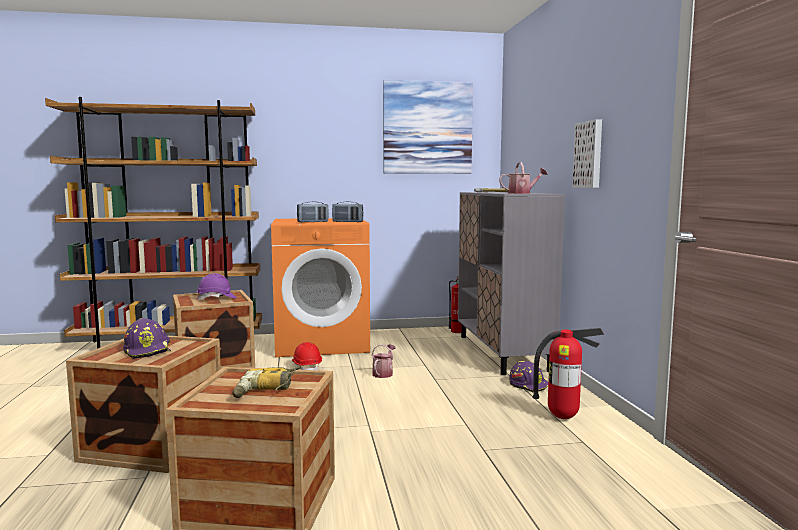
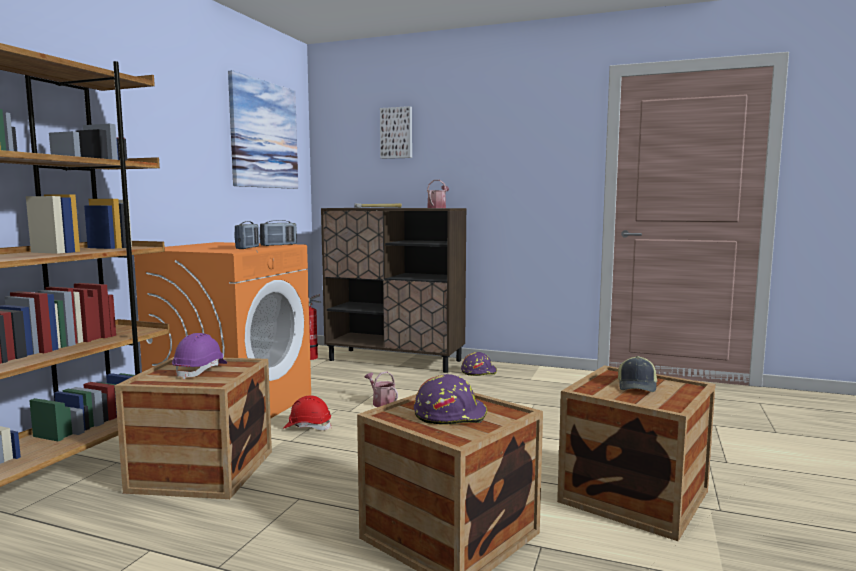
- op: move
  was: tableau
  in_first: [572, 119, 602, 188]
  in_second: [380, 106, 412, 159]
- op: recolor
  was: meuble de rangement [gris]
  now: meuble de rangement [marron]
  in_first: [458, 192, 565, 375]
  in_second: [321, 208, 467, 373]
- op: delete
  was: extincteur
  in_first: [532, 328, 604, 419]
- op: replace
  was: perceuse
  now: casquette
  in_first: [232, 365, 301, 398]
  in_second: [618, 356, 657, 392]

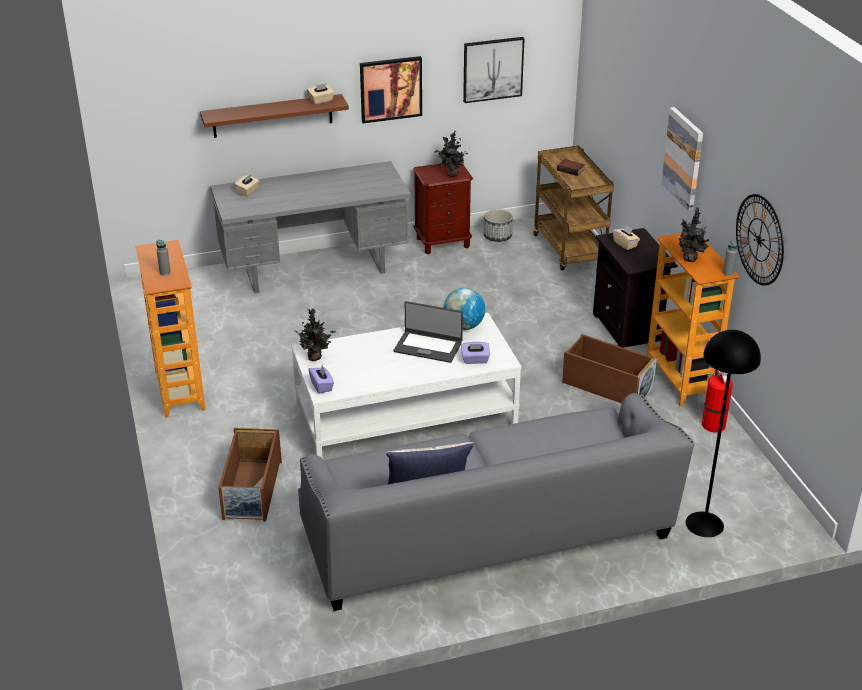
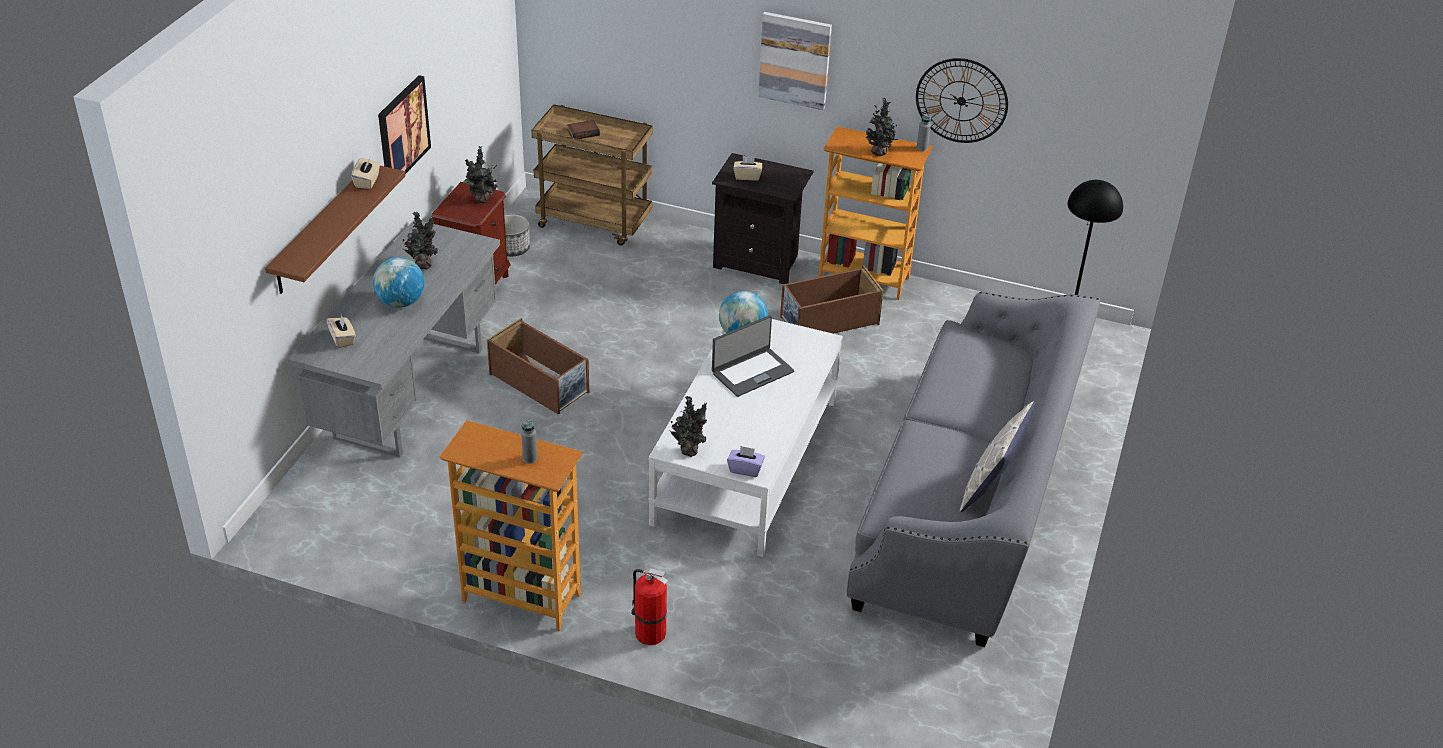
- op: delete
  was: tableau
  in_first: [463, 37, 525, 103]
- op: delete
  was: boîte à mouchoirs [violet]
  in_first: [461, 342, 490, 364]
- op: move
  was: extincteur
  in_first: [702, 369, 733, 432]
  in_second: [631, 569, 668, 645]
- op: move
  was: boîte de rangement [marron]
  in_first: [218, 427, 282, 522]
  in_second: [487, 318, 589, 414]
- op: insert
  now: plante en pot
  in_second: [403, 212, 438, 270]
- op: insert
  now: globe
  in_second: [373, 257, 424, 308]

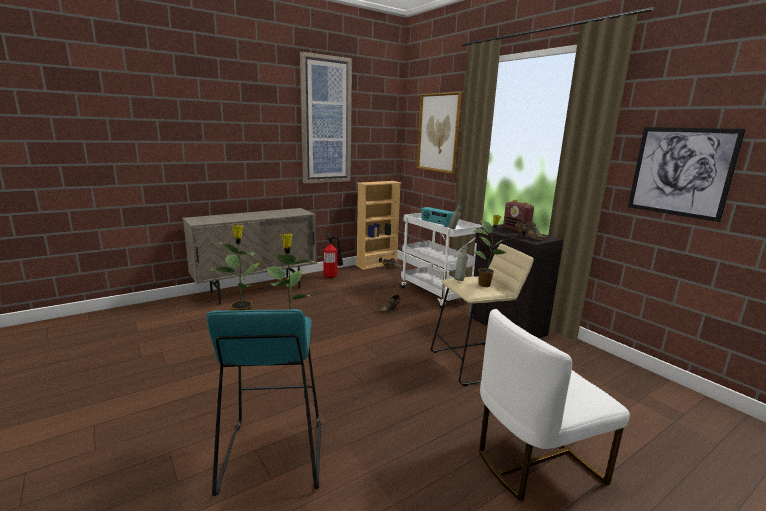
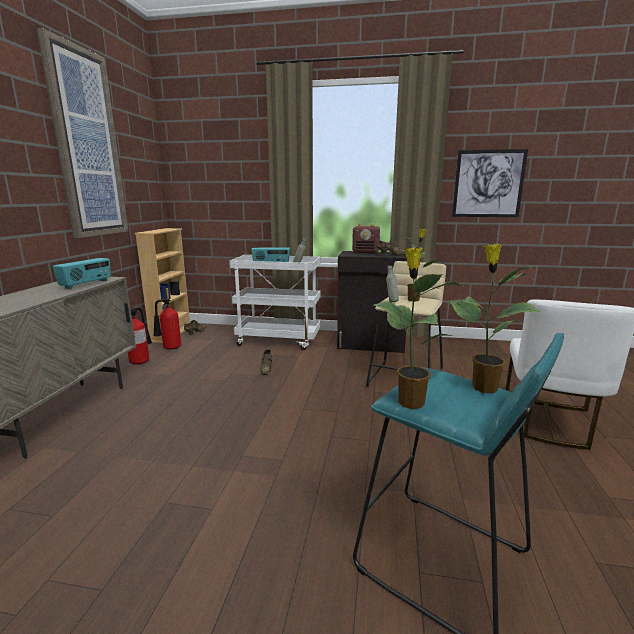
- op: delete
  was: tableau
  in_first: [417, 92, 462, 174]
- op: insert
  now: radio
  in_second: [53, 258, 111, 289]
- op: insert
  now: extincteur
  in_second: [153, 299, 181, 350]

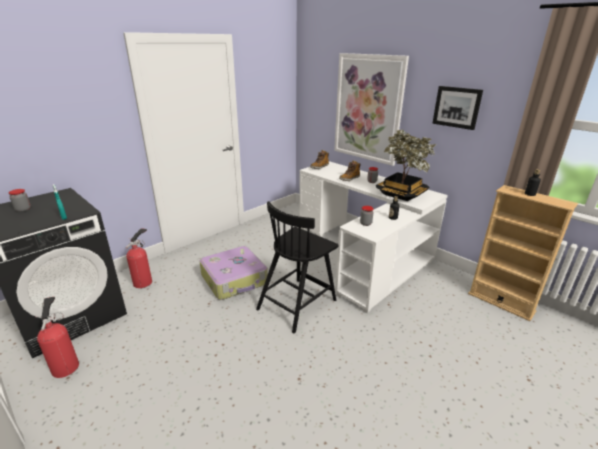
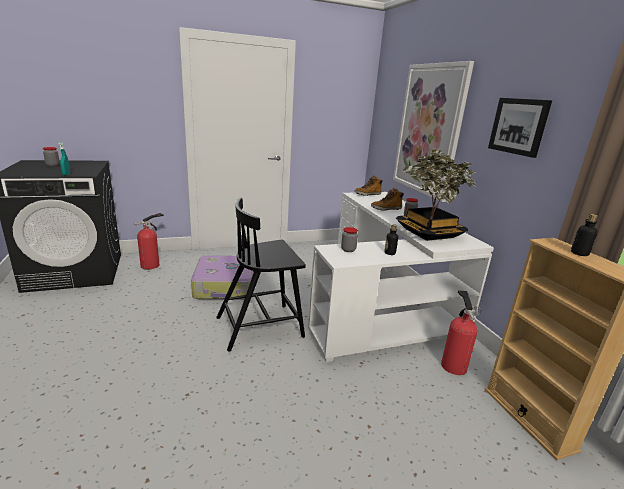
- op: move
  was: extincteur
  in_first: [36, 297, 79, 378]
  in_second: [441, 290, 482, 375]

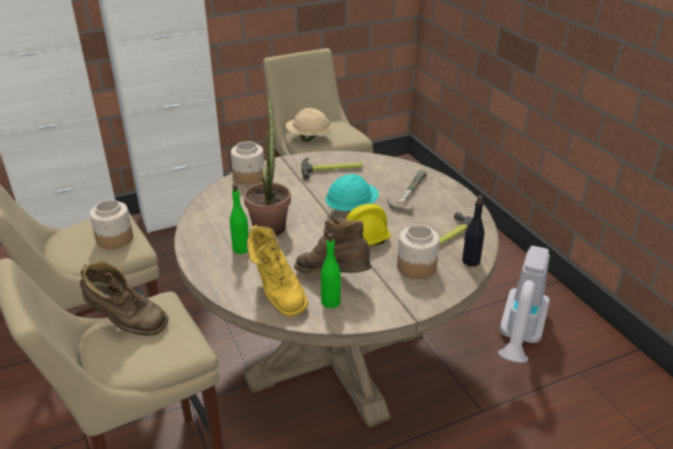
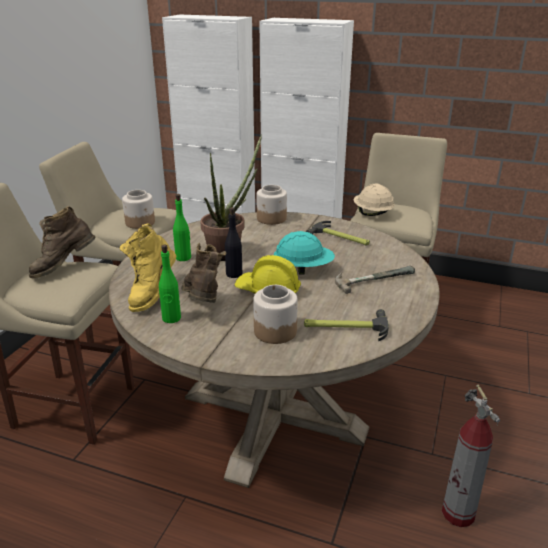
- op: move
  was: bouteille [noir]
  in_first: [462, 195, 484, 266]
  in_second: [225, 207, 242, 278]
- op: replace
  was: aspirateur
  now: extincteur
  in_first: [498, 246, 550, 363]
  in_second: [442, 385, 500, 527]
- op: rotate
  was: botte [marron]
  in_first: [80, 261, 169, 336]
  in_second: [29, 206, 95, 279]
  clockwise: 75

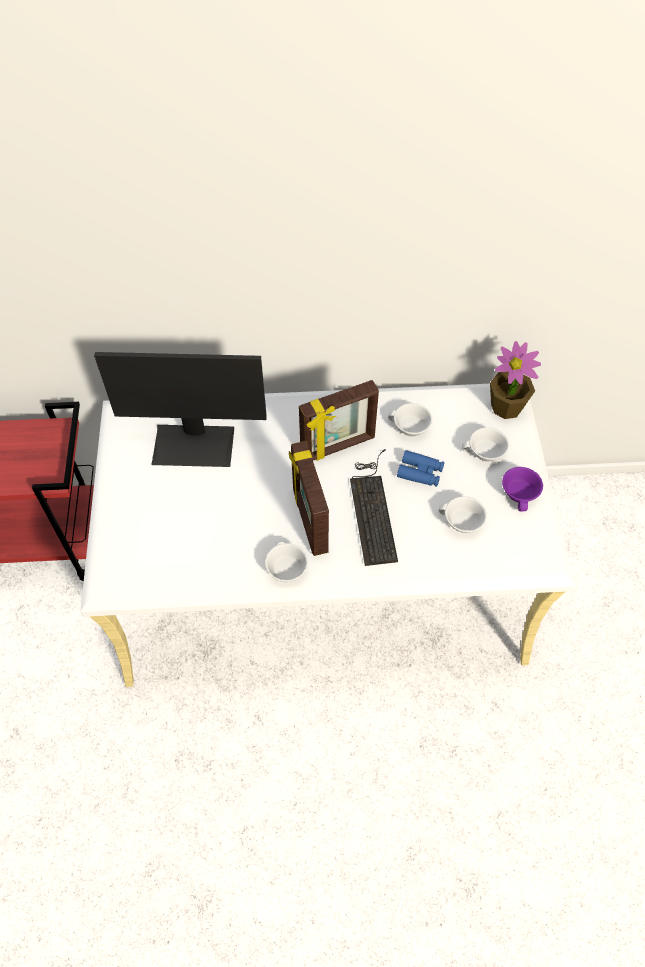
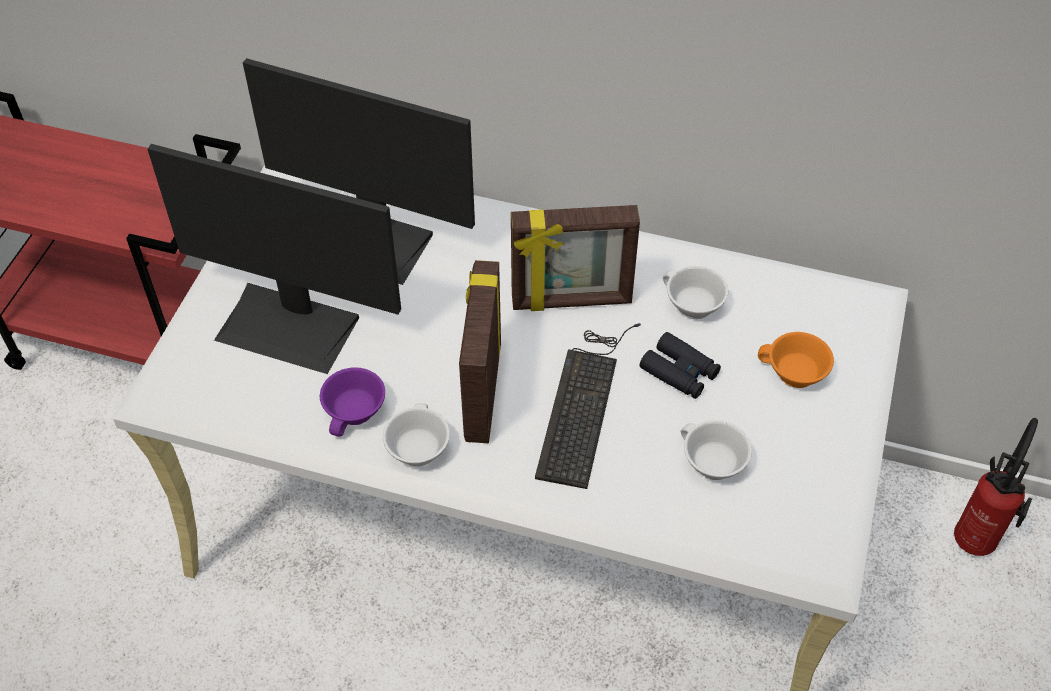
- op: delete
  was: plante en pot
  in_first: [490, 341, 541, 419]
- op: recolor
  was: tasse [blanc]
  now: tasse [orange]
  in_first: [462, 427, 509, 462]
  in_second: [758, 332, 834, 388]
- op: recolor
  was: jumelles [bleu]
  now: jumelles [noir]
  in_first: [397, 450, 444, 487]
  in_second: [640, 332, 721, 399]
- op: move
  was: tasse [violet]
  in_first: [502, 467, 543, 511]
  in_second: [320, 367, 385, 436]
- op: insert
  now: écran d'ordinateur
  in_second: [148, 144, 401, 374]
- op: insert
  now: extincteur
  in_second: [954, 418, 1038, 556]

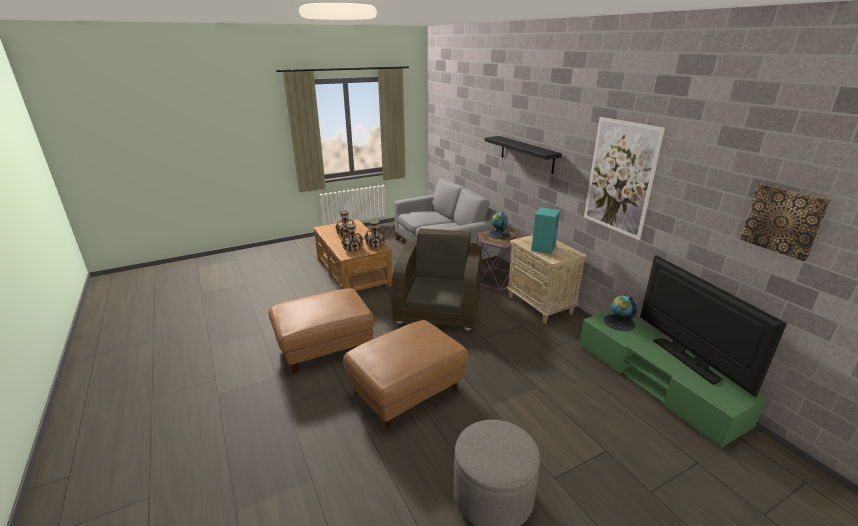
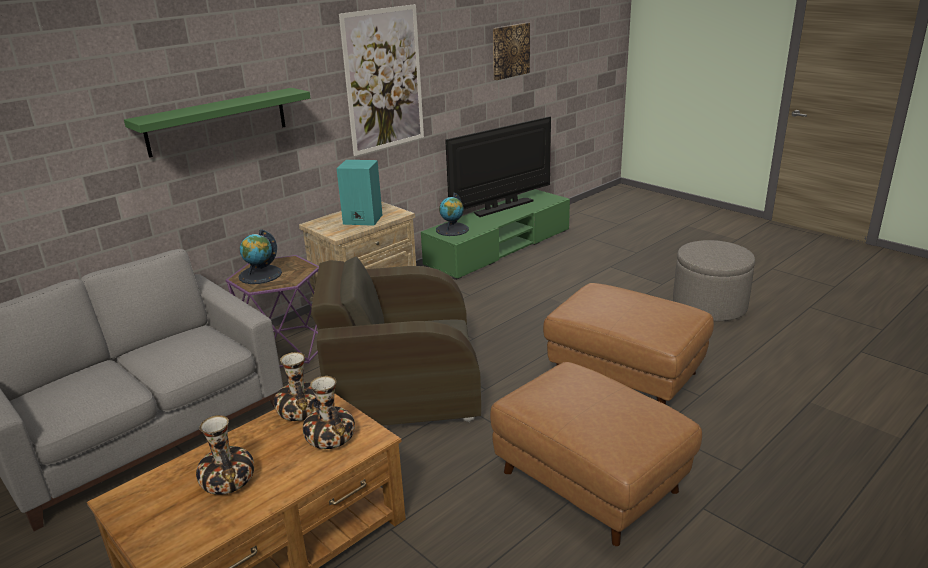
- op: recolor
  was: étagère [noir]
  now: étagère [vert]
  in_first: [484, 136, 562, 174]
  in_second: [124, 88, 310, 158]

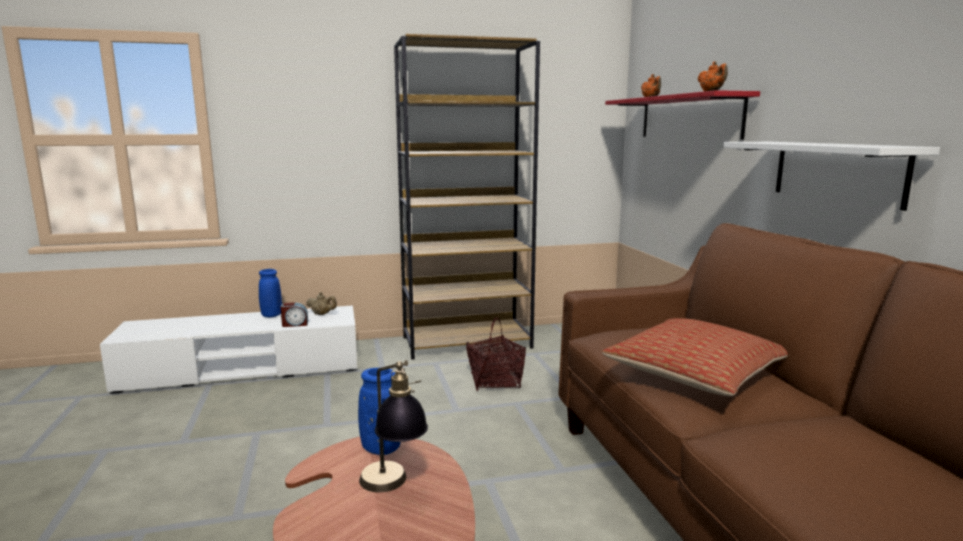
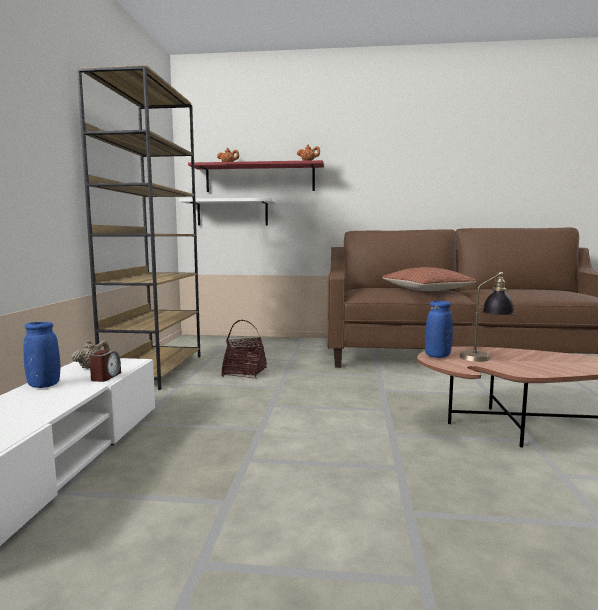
- op: move
  was: étagère [blanc]
  in_first: [723, 142, 940, 211]
  in_second: [179, 198, 277, 226]

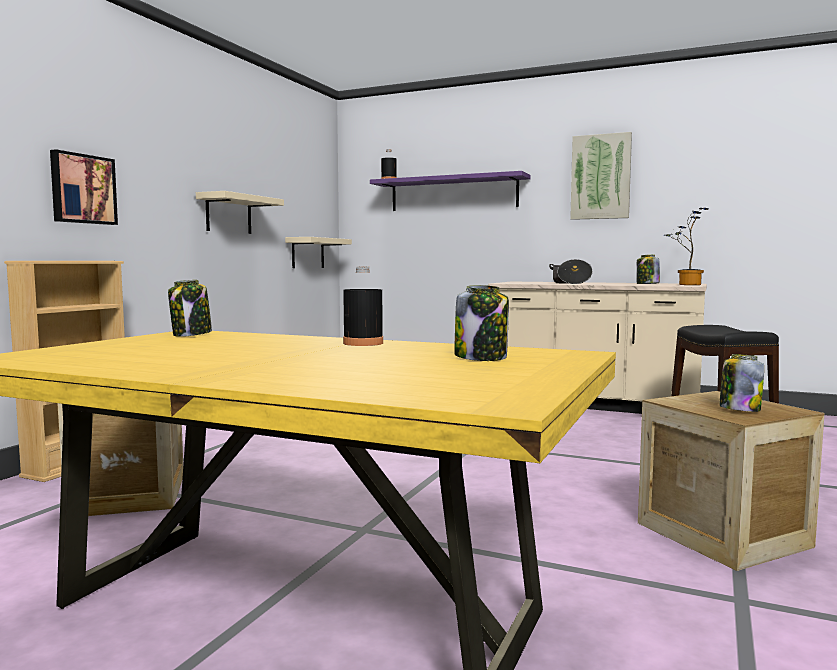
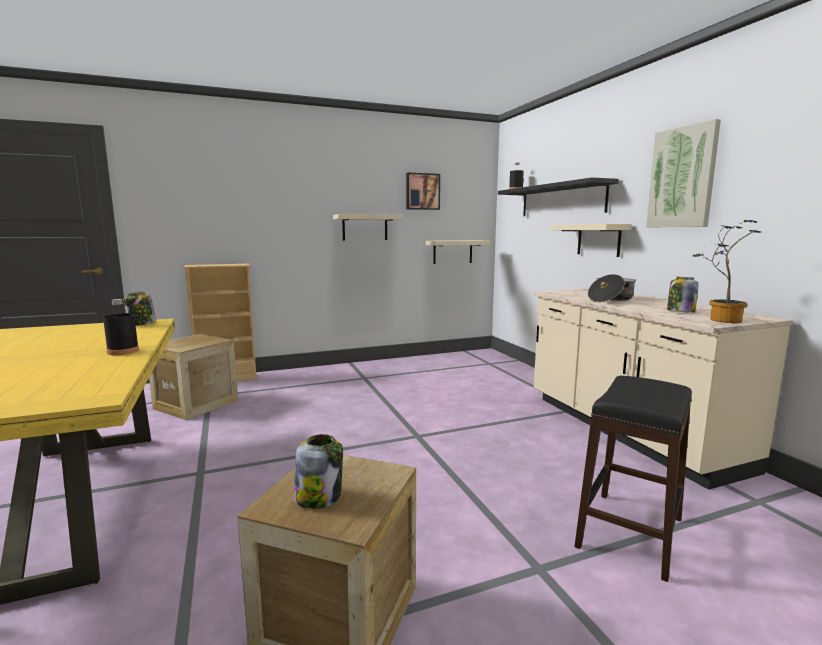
- op: move
  was: tableau
  in_first: [50, 149, 118, 225]
  in_second: [406, 173, 440, 210]
- op: recolor
  was: étagère [violet]
  now: étagère [noir]
  in_first: [370, 171, 531, 211]
  in_second: [498, 177, 619, 216]
- op: delete
  was: bocal
  in_first: [454, 285, 509, 361]
- op: insert
  now: étagère [beige]
  in_second: [550, 224, 632, 257]

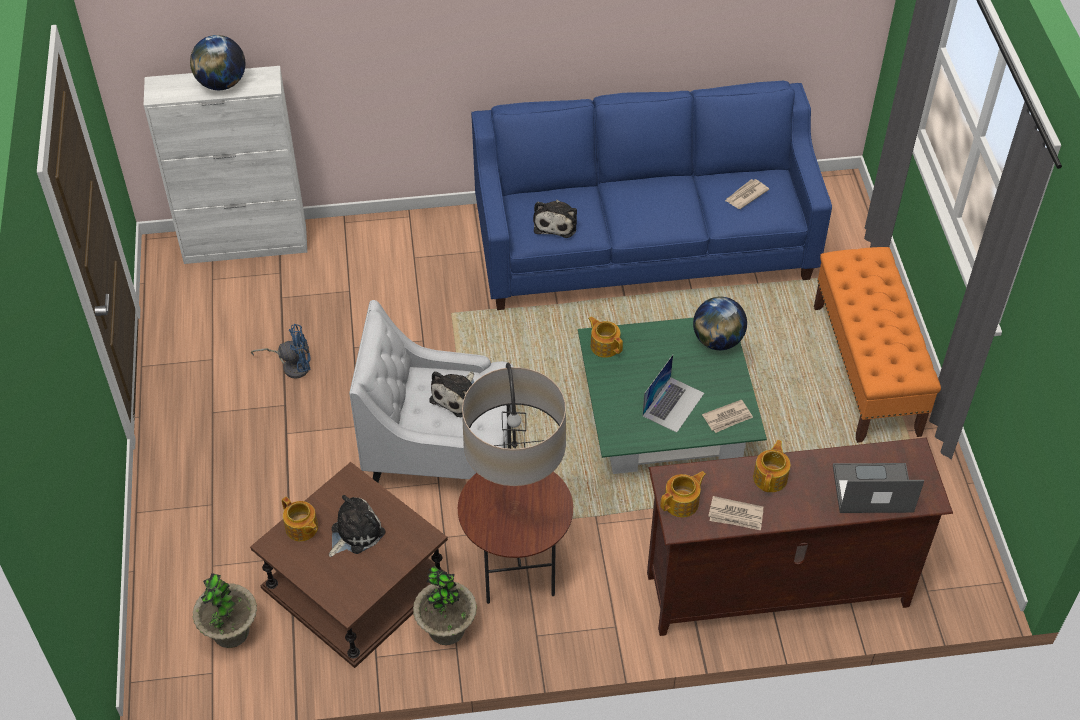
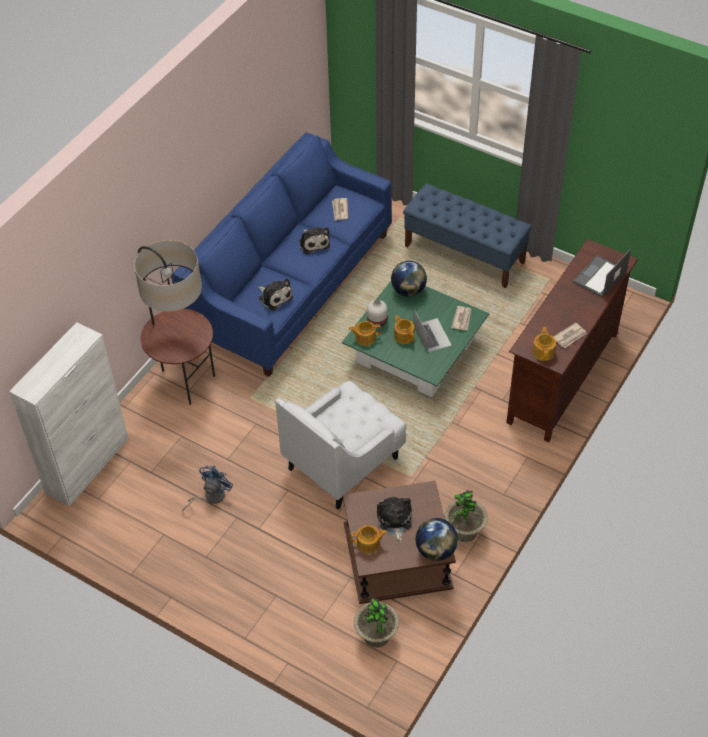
- op: move
  was: globe
  in_first: [190, 35, 245, 90]
  in_second: [416, 518, 458, 561]
- op: recolor
  was: banc [orange]
  now: banc [bleu]
  in_first: [814, 247, 941, 443]
  in_second: [403, 183, 532, 288]
- op: move
  was: lampadaire
  in_first: [458, 363, 573, 604]
  in_second: [134, 240, 215, 405]
- op: move
  was: peluche
  in_first: [429, 371, 474, 417]
  in_second: [299, 227, 330, 254]
- op: move
  was: théière
  in_first: [753, 440, 791, 492]
  in_second: [394, 315, 414, 344]
- op: insert
  now: vase [blanc]
  in_second: [367, 300, 388, 328]

